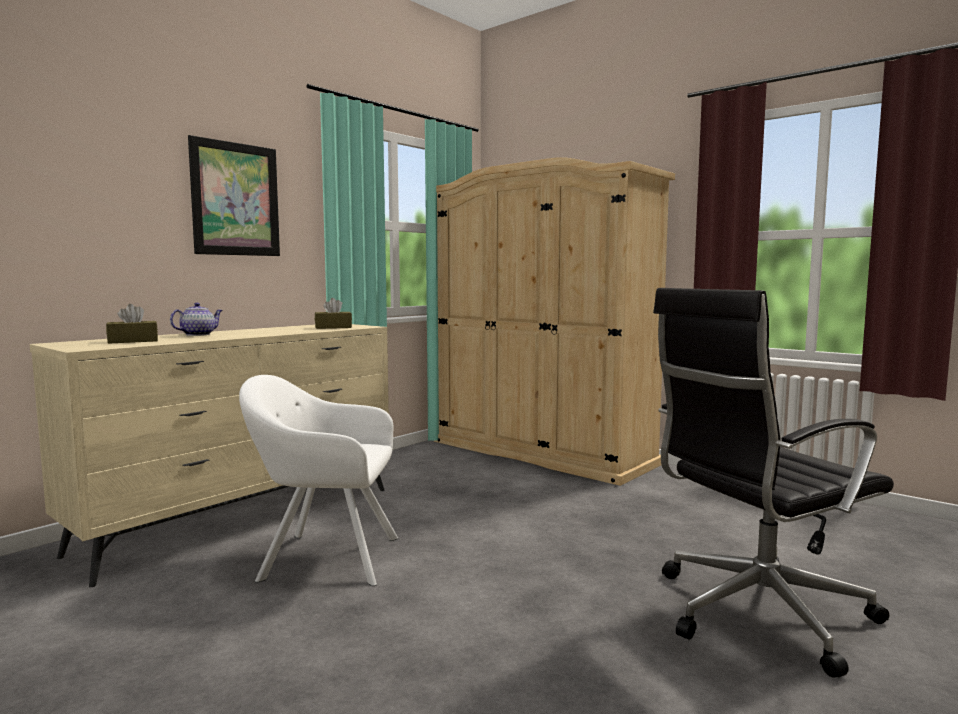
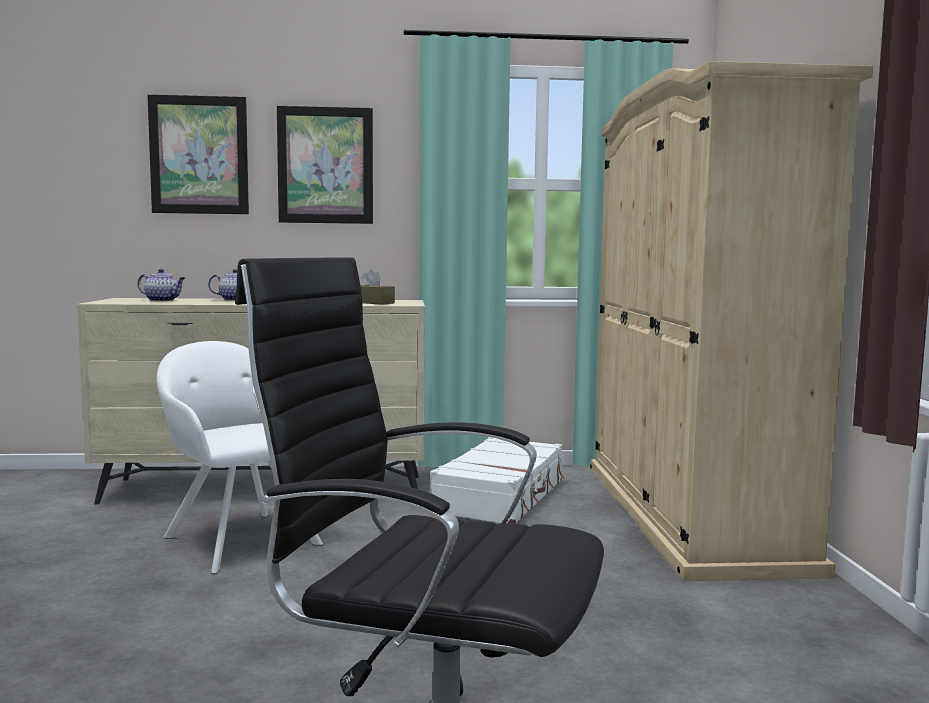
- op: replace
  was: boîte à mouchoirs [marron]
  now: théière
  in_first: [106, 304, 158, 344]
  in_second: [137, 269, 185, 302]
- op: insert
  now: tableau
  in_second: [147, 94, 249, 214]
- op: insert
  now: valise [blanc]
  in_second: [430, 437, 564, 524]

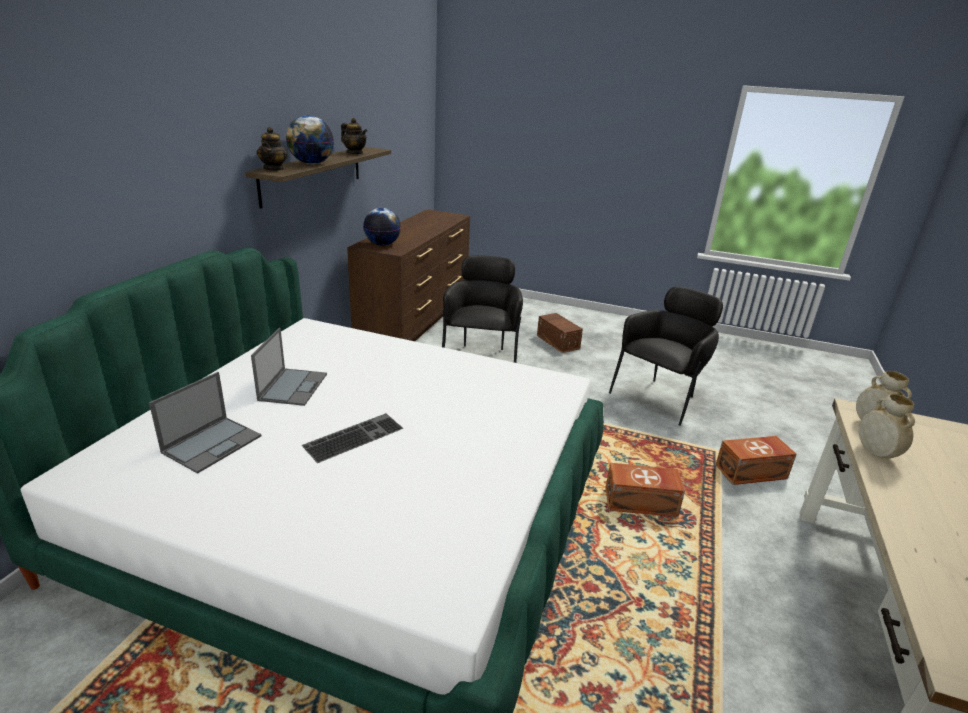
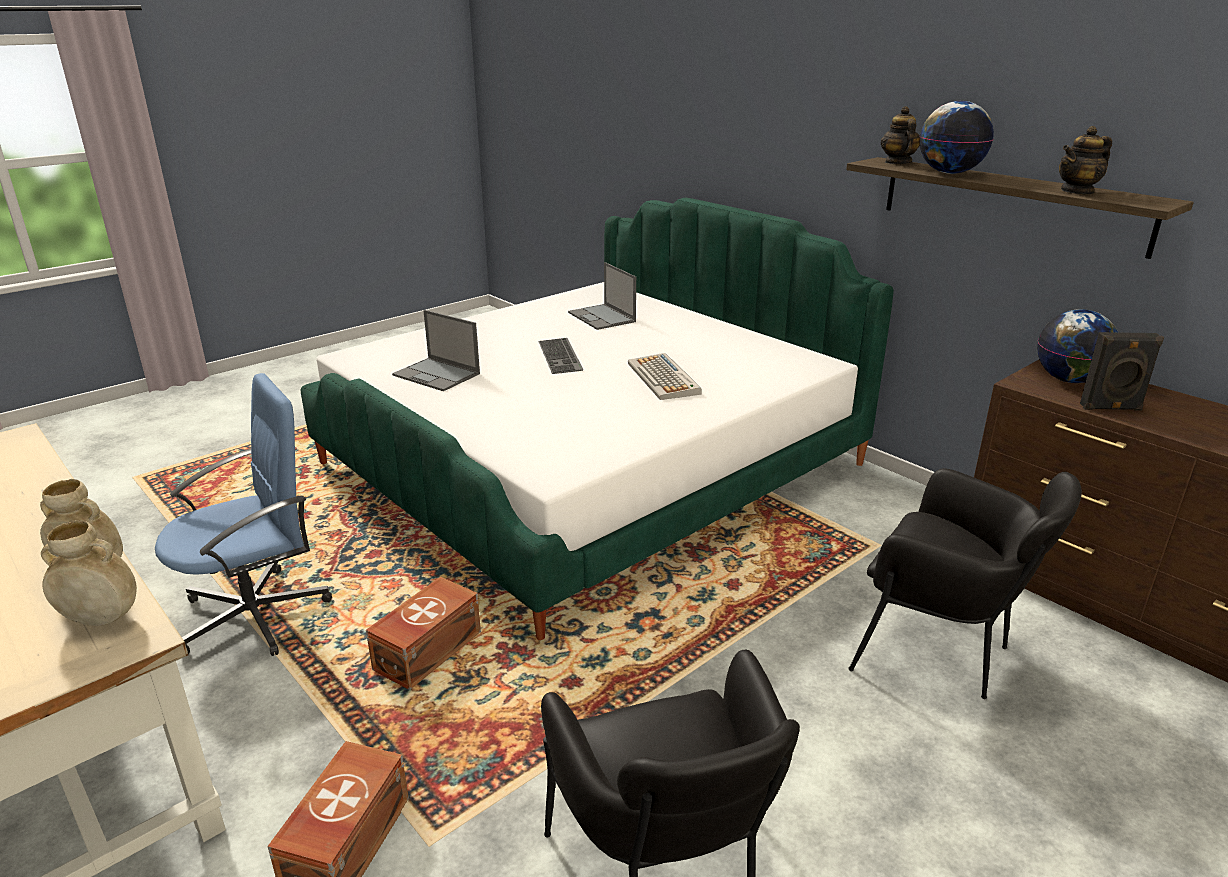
- op: rotate
  was: théière
  in_first: [257, 127, 288, 171]
  in_second: [881, 106, 920, 164]
  clockwise: 60
- op: delete
  was: boîte de rangement [marron]
  in_first: [537, 313, 583, 353]
- op: move
  was: ordinateur portable
  in_first: [251, 328, 327, 406]
  in_second: [392, 310, 480, 391]
- op: insert
  now: enceinte [noir]
  in_second: [1080, 332, 1164, 411]
- op: insert
  now: clavier
  in_second: [628, 353, 702, 400]
- op: insert
  now: chaise de bureau [bleu]
  in_second: [155, 373, 332, 656]

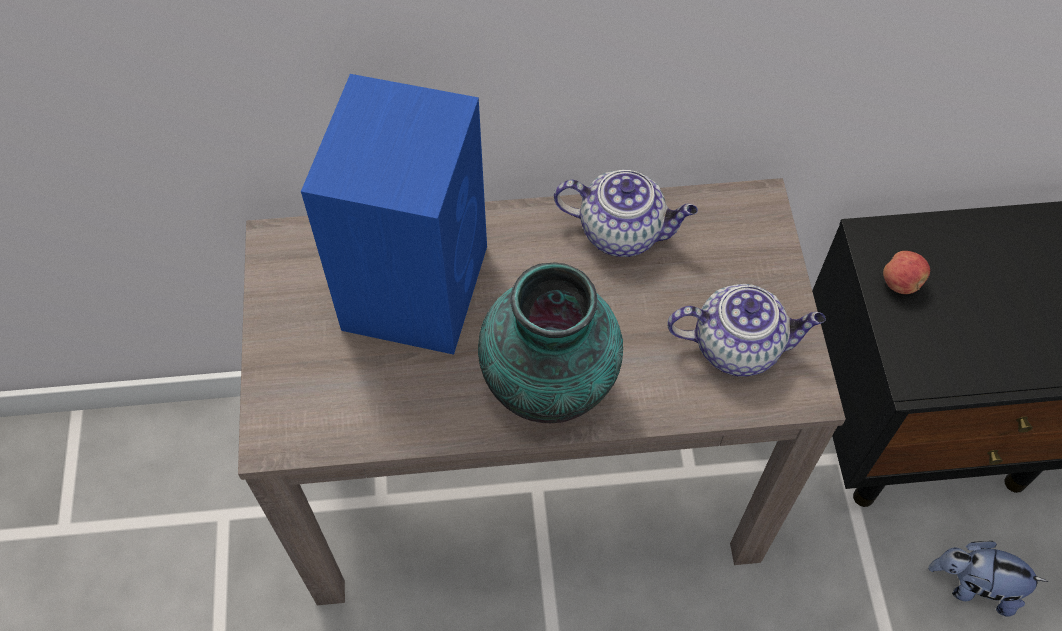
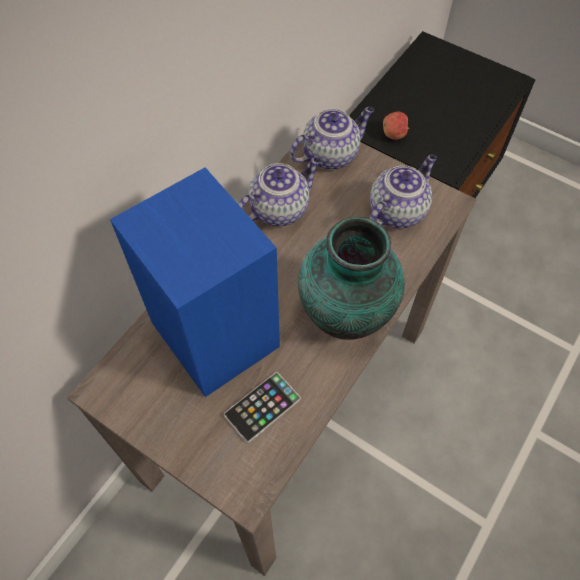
- op: delete
  was: peluche
  in_first: [928, 541, 1048, 617]
- op: insert
  now: théière
  in_second: [290, 107, 374, 170]
- op: insert
  now: téléphone
  in_second: [224, 372, 301, 443]

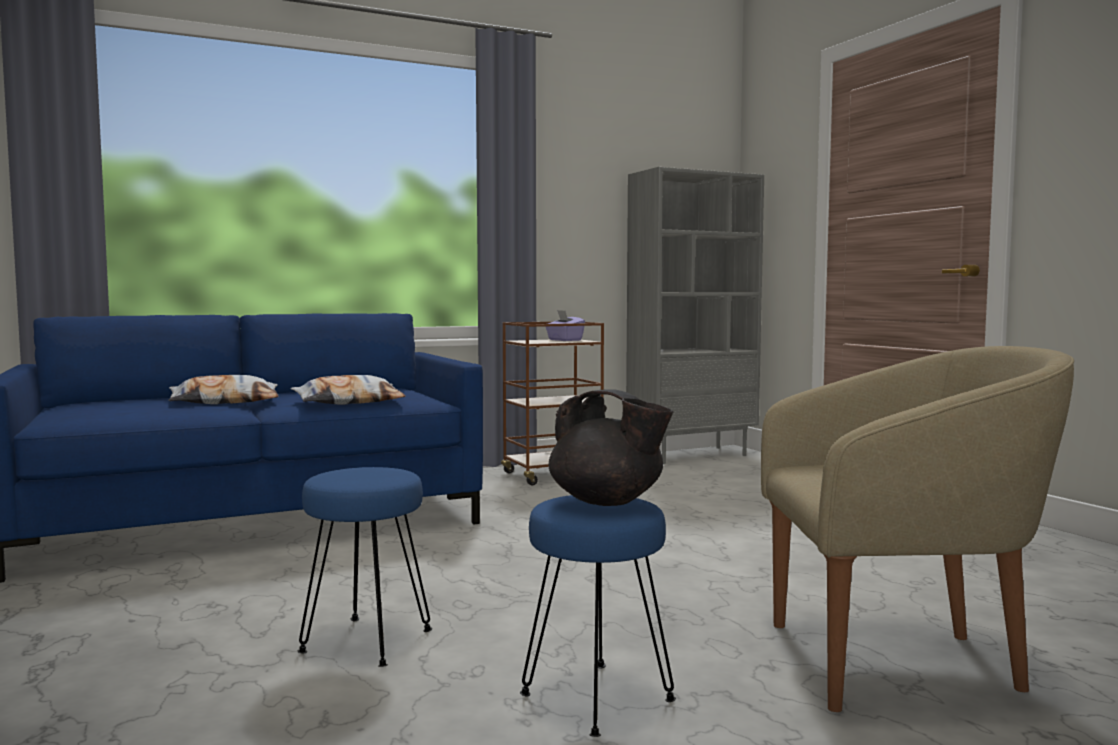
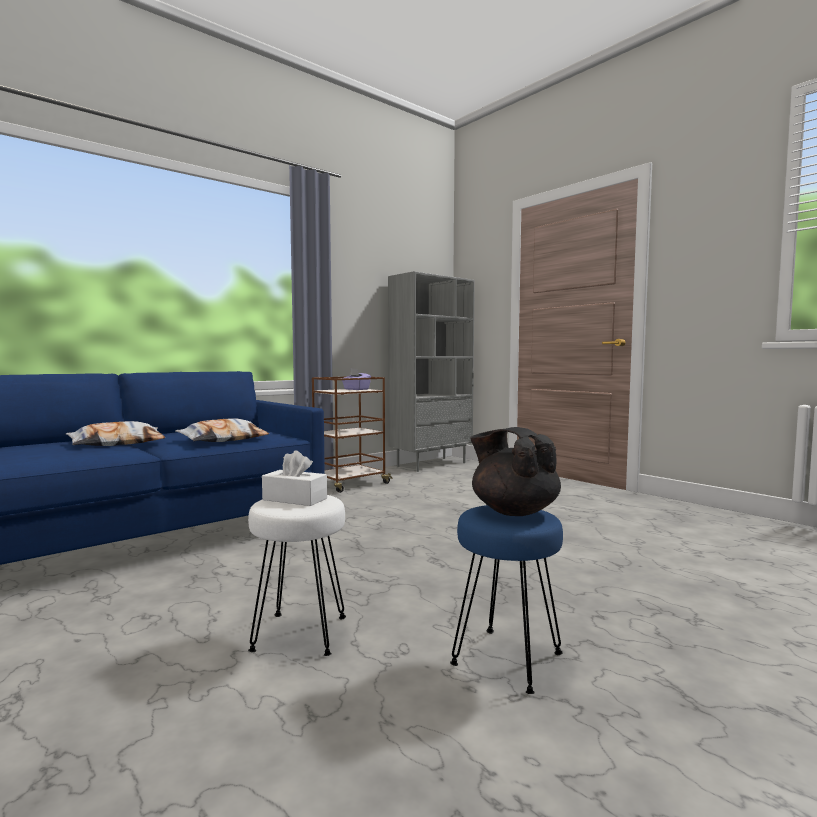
- op: delete
  was: fauteuil [beige]
  in_first: [761, 346, 1074, 712]
- op: rotate
  was: théière [noir]
  in_first: [548, 390, 674, 506]
  in_second: [470, 427, 561, 516]
  clockwise: -150
- op: recolor
  was: tabouret [bleu]
  now: tabouret [blanc]
  in_first: [298, 467, 432, 667]
  in_second: [248, 495, 346, 656]
- op: insert
  now: boîte à mouchoirs [blanc]
  in_second: [262, 450, 327, 506]

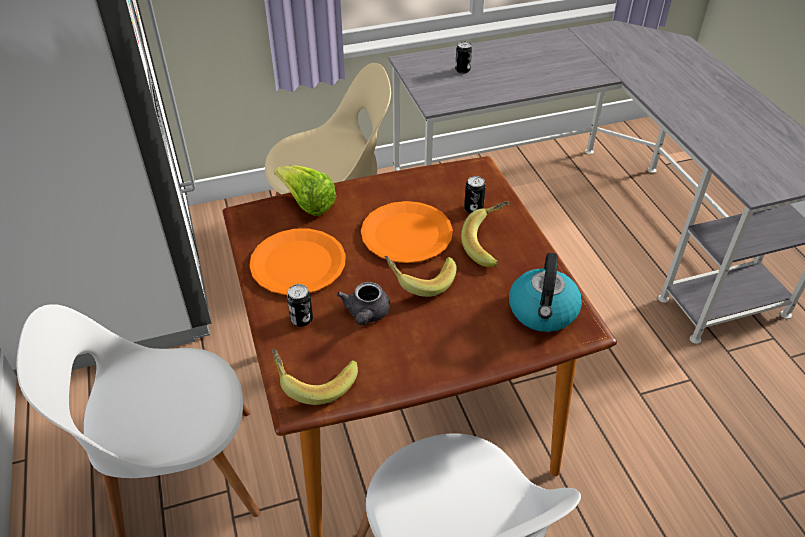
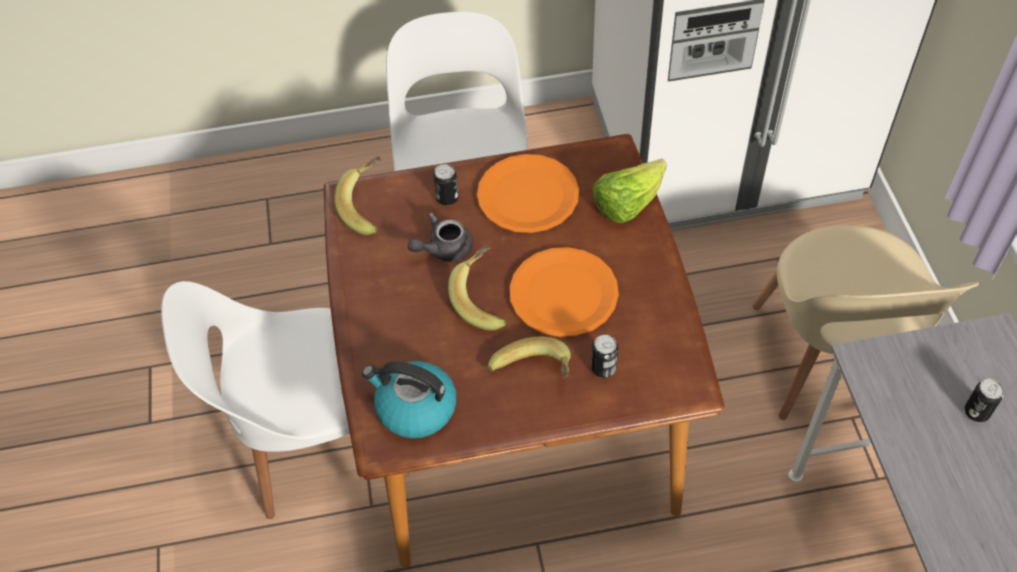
- op: rotate
  was: théière [gris]
  in_first: [337, 282, 390, 325]
  in_second: [408, 212, 473, 262]
  clockwise: -45

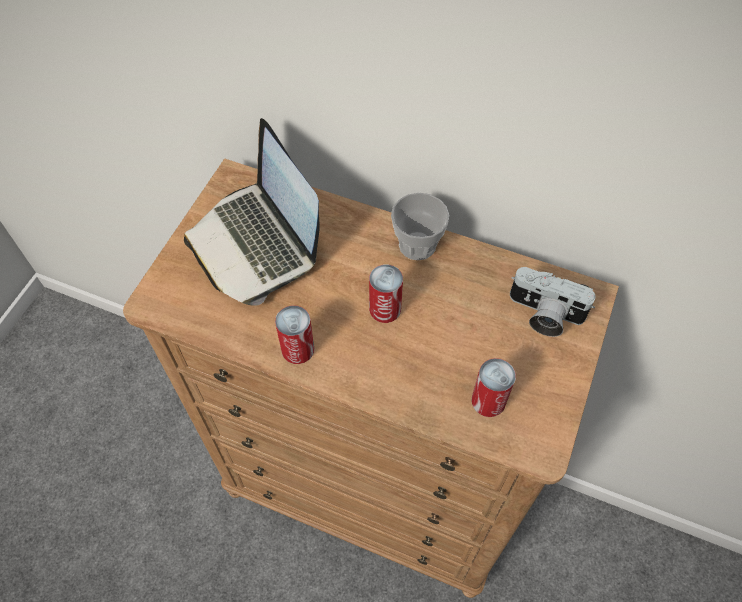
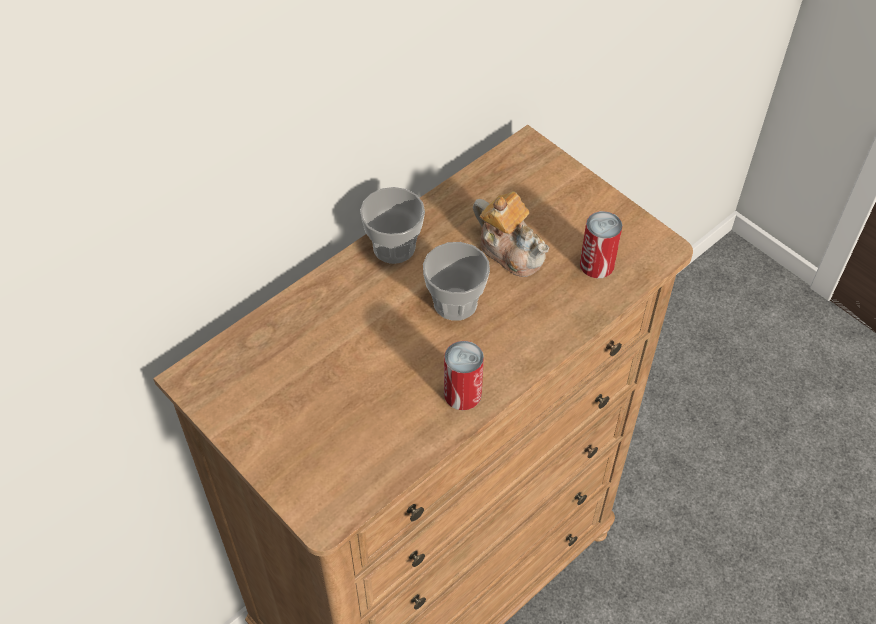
- op: delete
  was: ordinateur portable
  in_first: [184, 118, 320, 306]
- op: replace
  was: boîte métallique
  now: tasse
  in_first: [369, 264, 403, 323]
  in_second: [423, 242, 490, 321]
- op: delete
  was: appareil photo
  in_first: [510, 267, 595, 337]
- op: insert
  now: théière
  in_second: [473, 191, 550, 277]

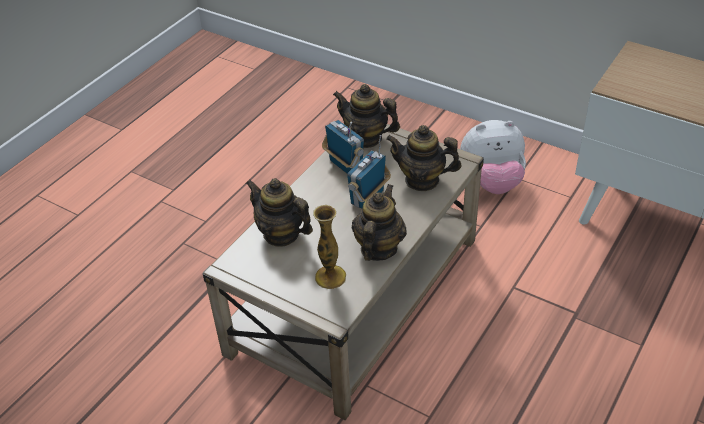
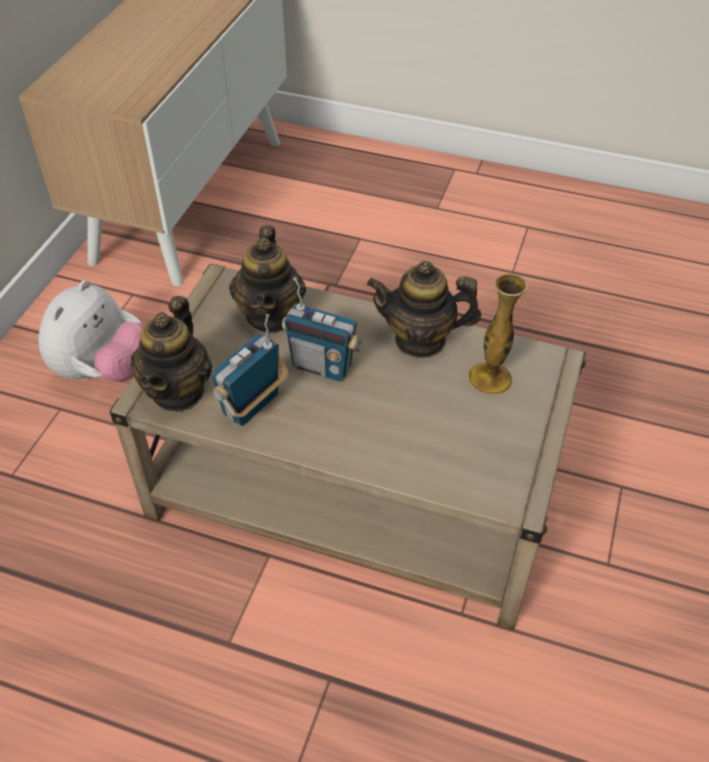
- op: rotate
  was: peluche
  in_first: [460, 120, 526, 194]
  in_second: [39, 280, 144, 382]
  clockwise: 45
- op: delete
  was: théière
  in_first: [246, 178, 313, 247]

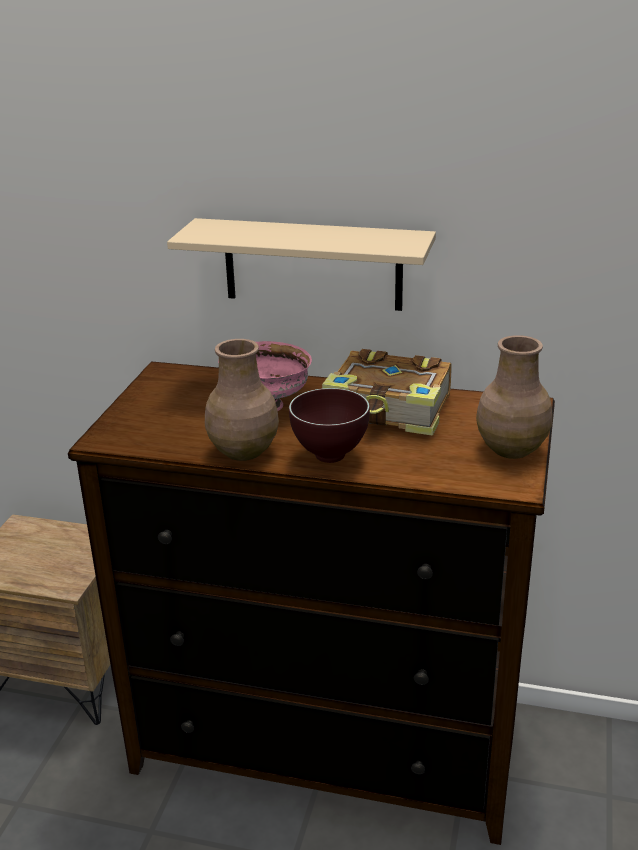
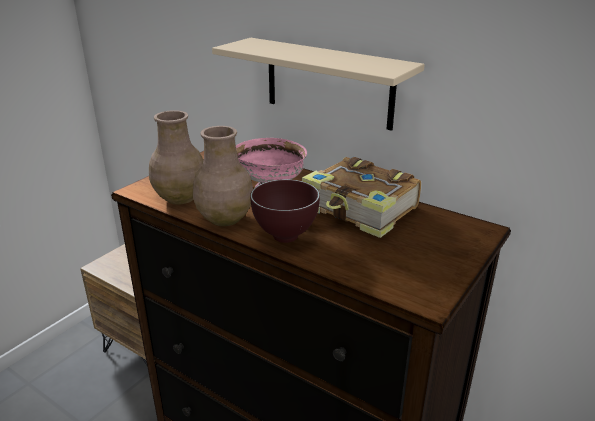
- op: move
  was: vase [marron]
  in_first: [476, 335, 552, 459]
  in_second: [149, 110, 203, 205]

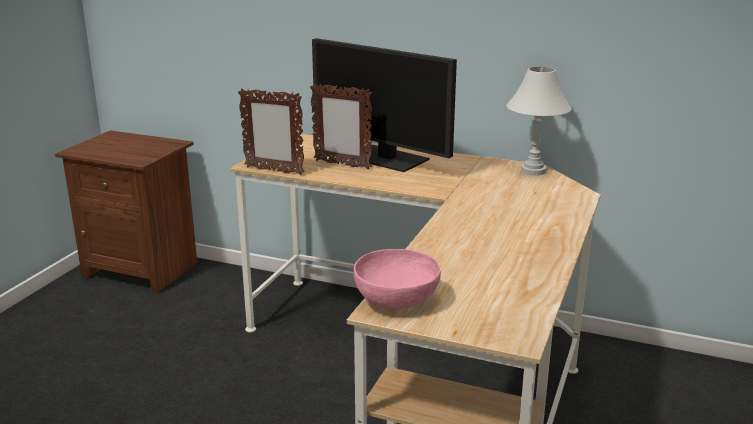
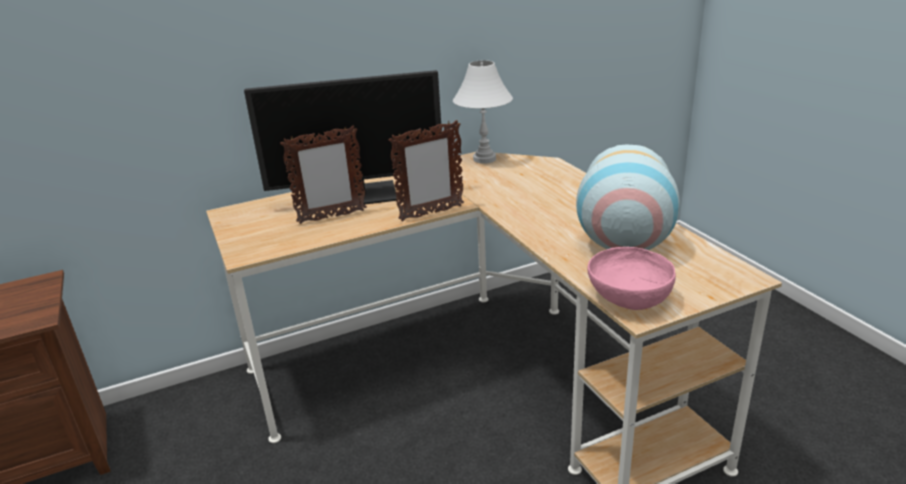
- op: move
  was: cadre photo
  in_first: [238, 89, 304, 175]
  in_second: [389, 120, 464, 222]
- op: insert
  now: vase
  in_second: [576, 145, 680, 250]

